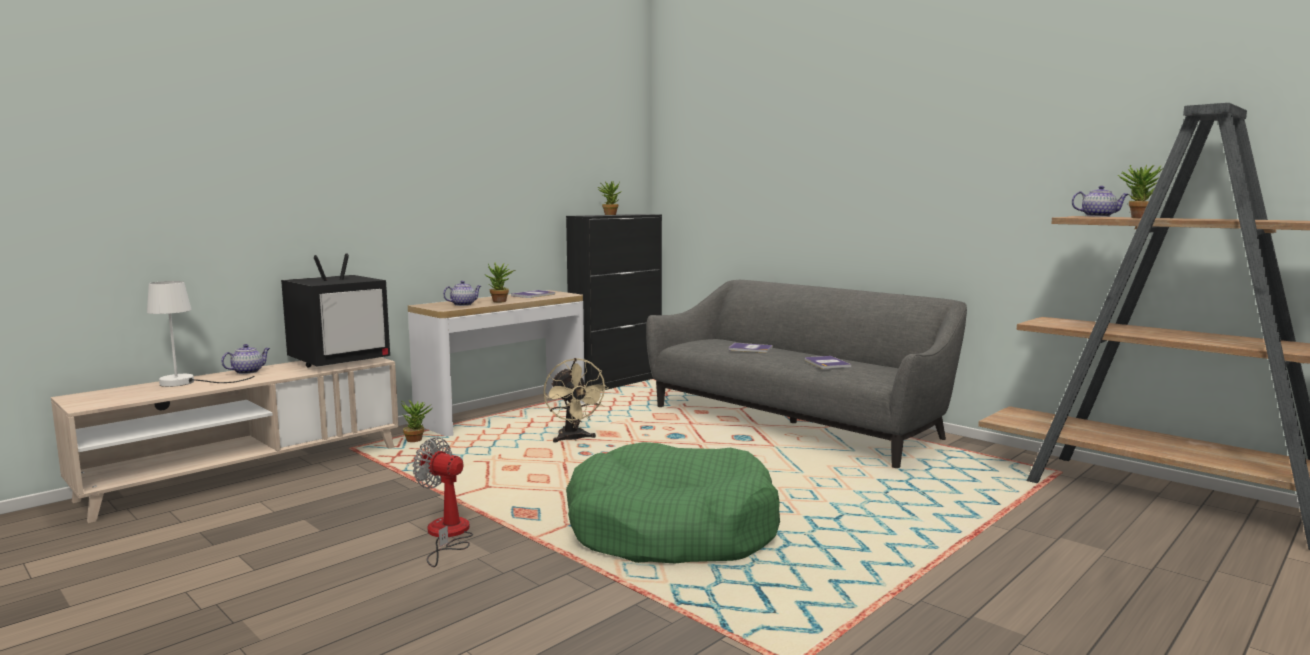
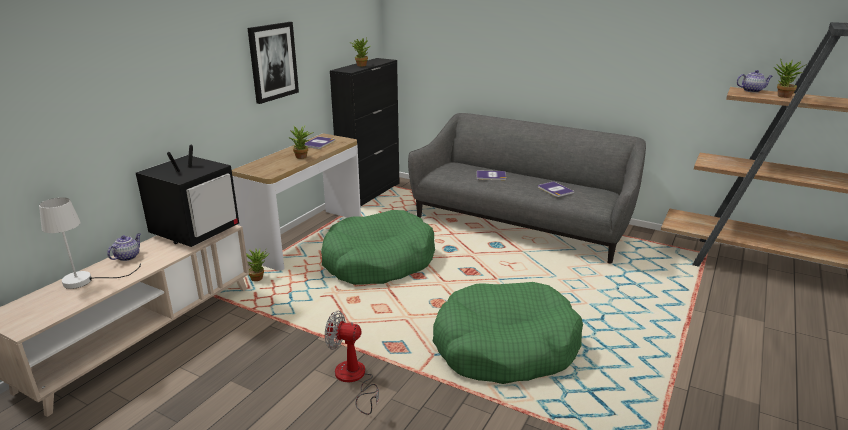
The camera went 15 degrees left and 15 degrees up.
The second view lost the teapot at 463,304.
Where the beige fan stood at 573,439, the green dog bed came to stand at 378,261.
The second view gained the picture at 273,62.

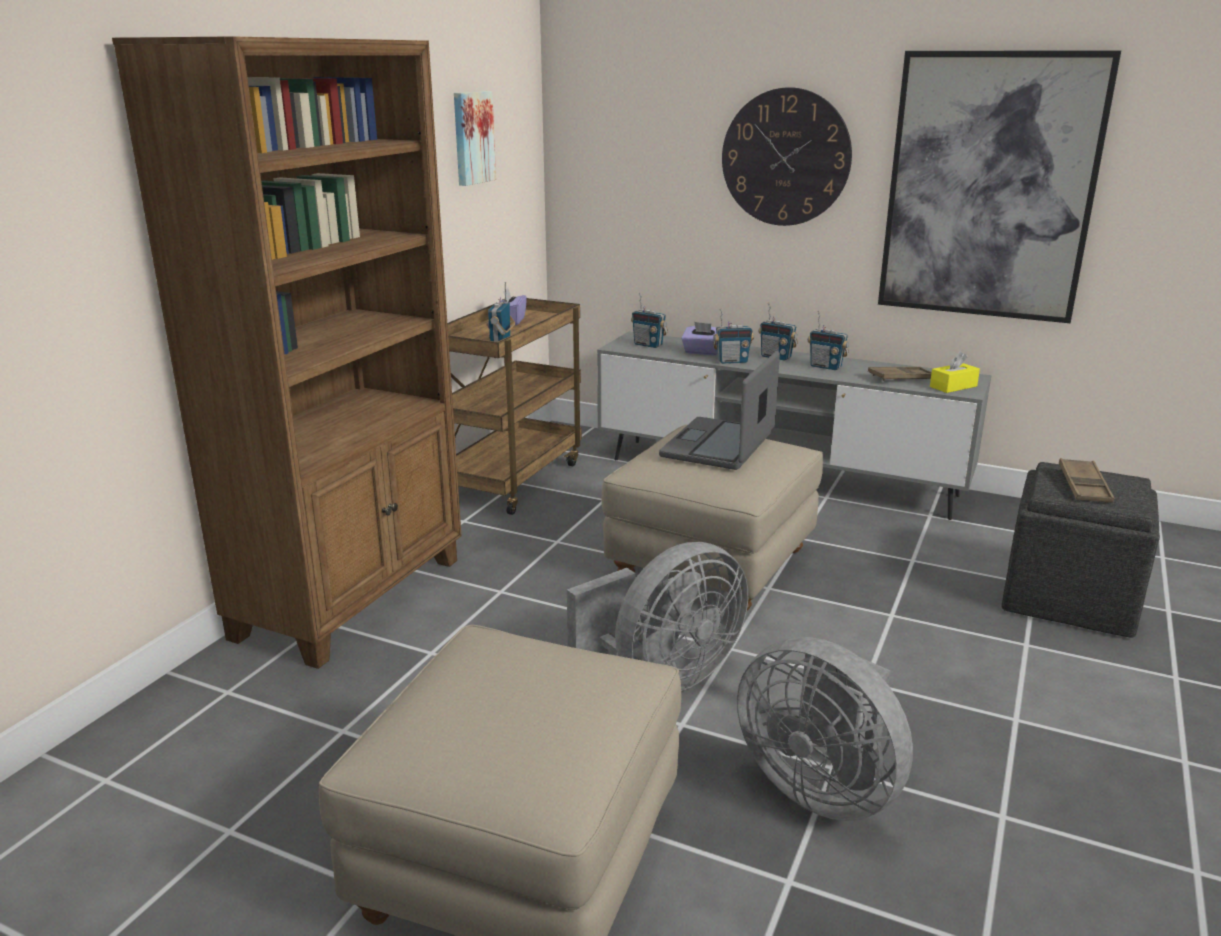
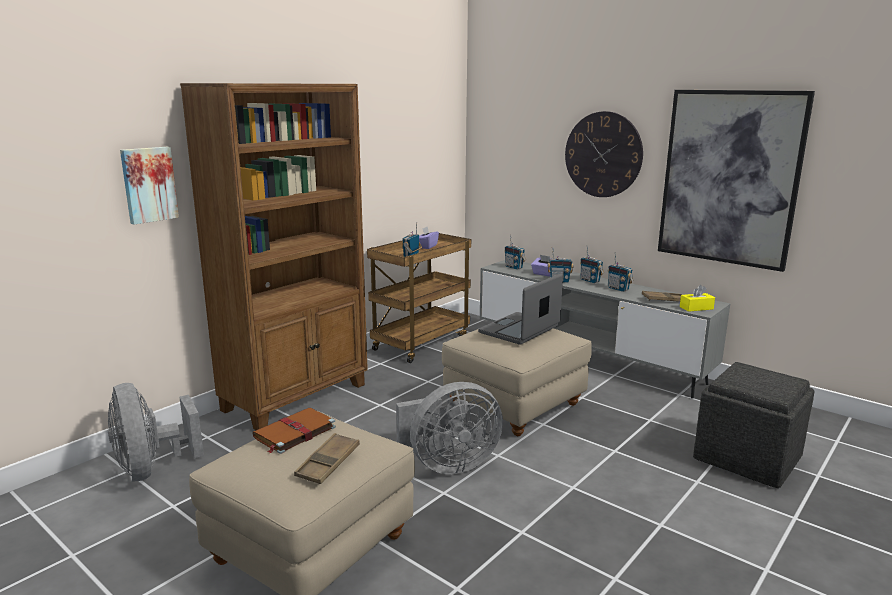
The camera went 15 degrees right and 5 degrees down.
The picture ended up elsewhere, having gone from 472,137 to 148,184.
The brown tray ended up elsewhere, having gone from 1084,486 to 328,463.
The grey fan ended up elsewhere, having gone from 820,787 to 151,469.
The second view gained the brown book at 294,433.

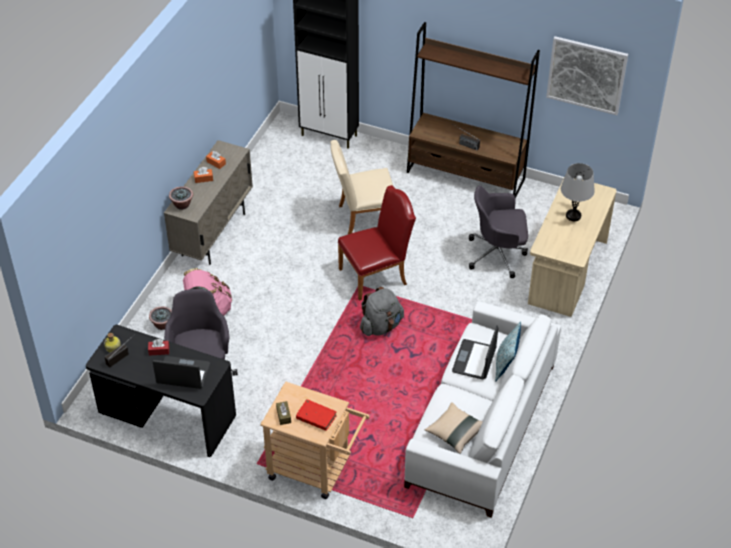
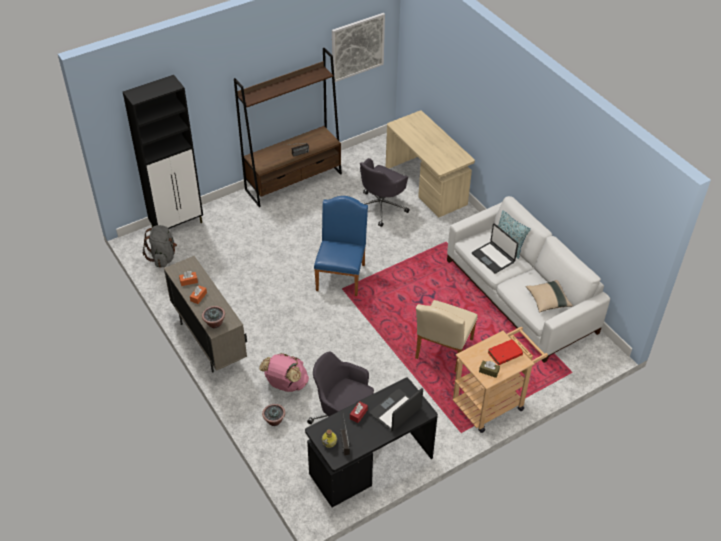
The camera went 55 degrees left and 0 degrees up.
The beige chair ended up elsewhere, having gone from 363,218 to 442,352.
The second view lost the grey table lamp at 573,216.
What was the red chair at 377,275 turned into the blue chair at 341,274.
The grey backpack ended up elsewhere, having gone from 381,326 to 163,257.

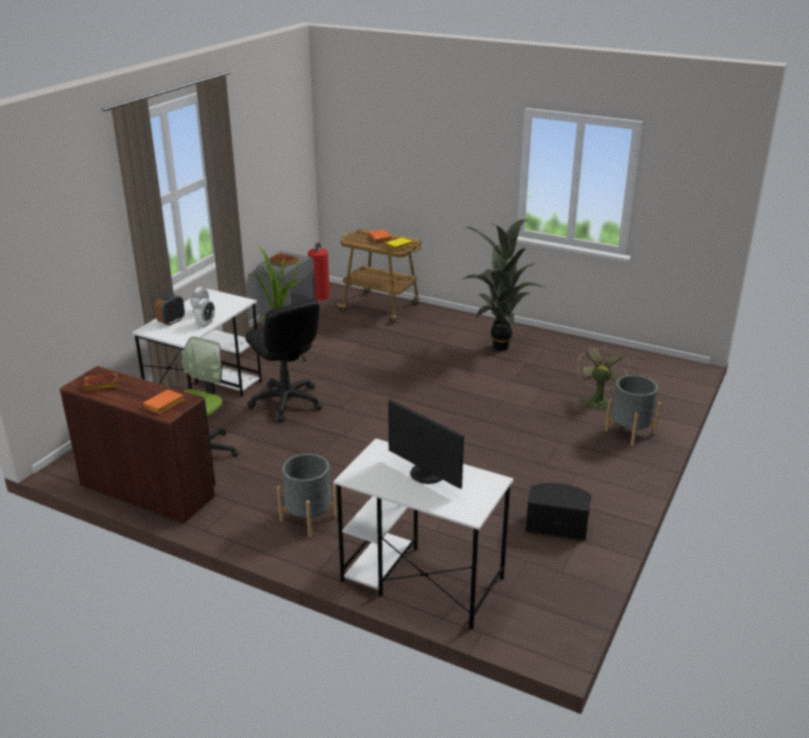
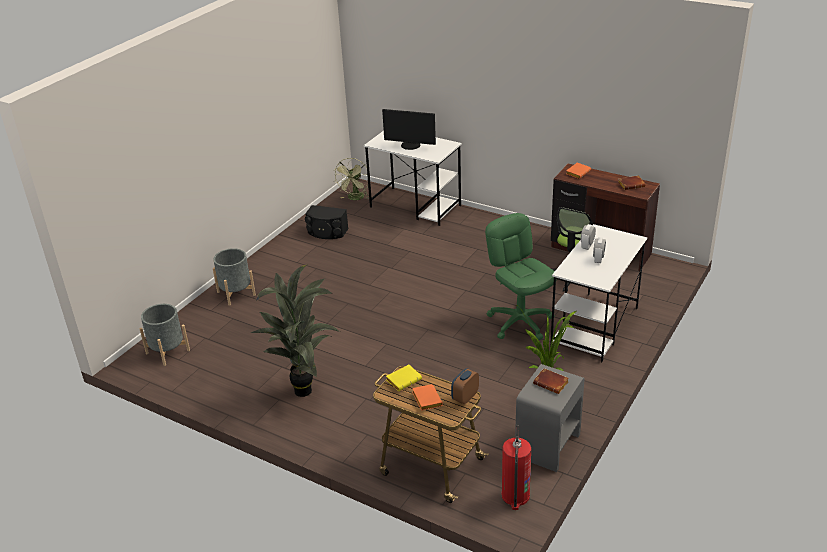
The camera went 175 degrees left and 5 degrees up.
The alarm clock ended up elsewhere, having gone from 171,321 to 465,397.
What was the black office chair at 286,402 turned into the green office chair at 520,322.
The green fan ended up elsewhere, having gone from 597,400 to 355,198.
The monitor at 426,474 ended up facing another way, 150 degrees clockwise from before.
The grey planter ended up elsewhere, having gone from 309,518 to 168,352.

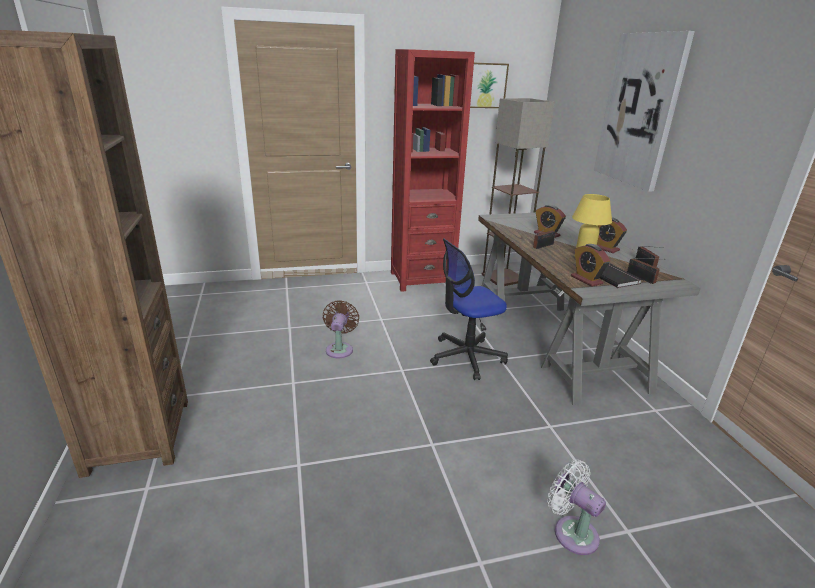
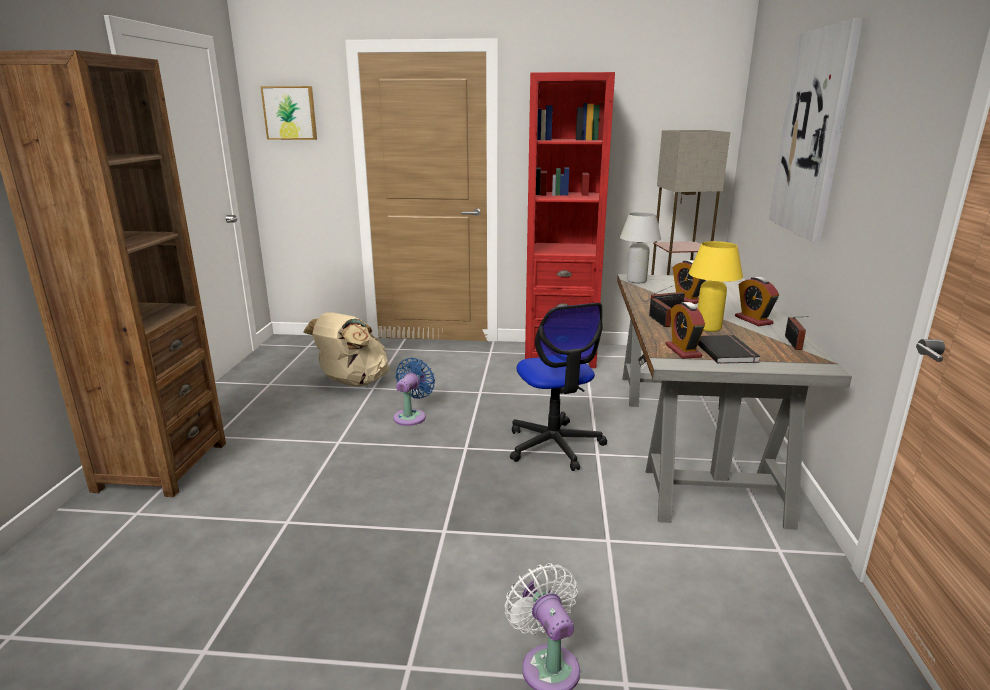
The camera went 20 degrees right and 5 degrees down.
The picture ended up elsewhere, having gone from 485,85 to 290,113.
The office chair at 466,357 ended up facing another way, 105 degrees counterclockwise from before.
The radio ended up elsewhere, having gone from 642,278 to 659,322.
What was the brown fan at 340,349 turned into the blue fan at 411,416.
The second view gained the white table lamp at 636,281.
The second view gained the beige backpack at 352,382.

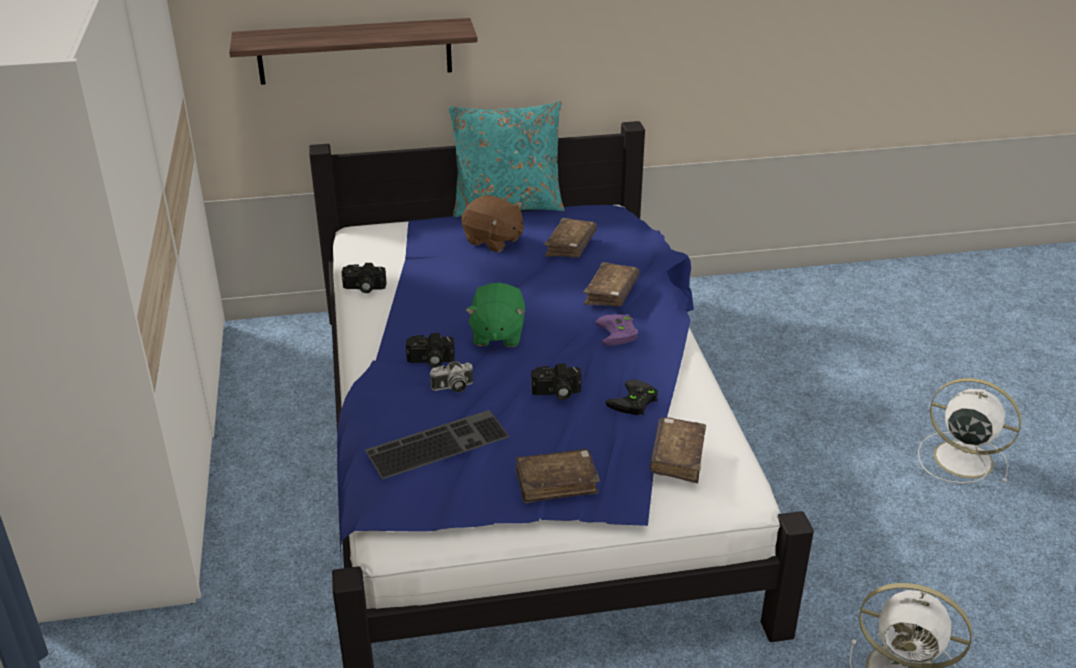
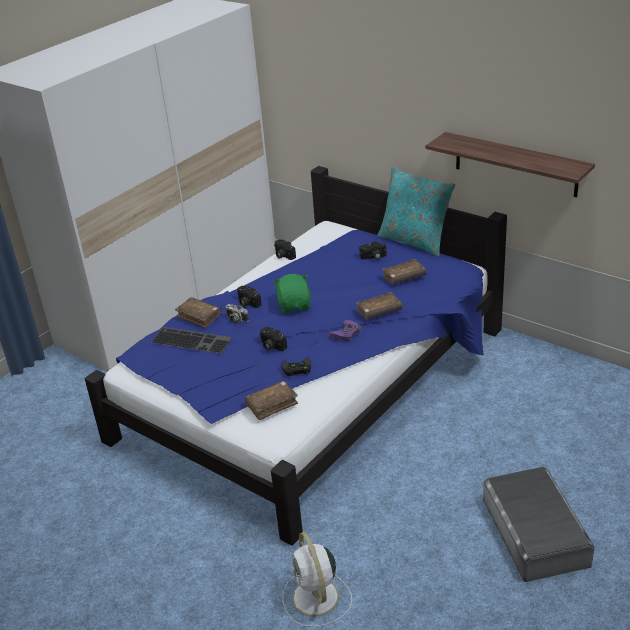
The camera went 50 degrees right and 0 degrees up.
The shelf ended up elsewhere, having gone from 355,51 to 515,164.
Where the brown plush toy stood at 493,240, the photo camera came to stand at 373,257.
The green plush toy at 497,335 ended up facing another way, 120 degrees clockwise from before.
Where the white fan stood at 960,458, the grey storage box came to stand at 534,531.
The brown book ended up elsewhere, having gone from 556,483 to 199,316.

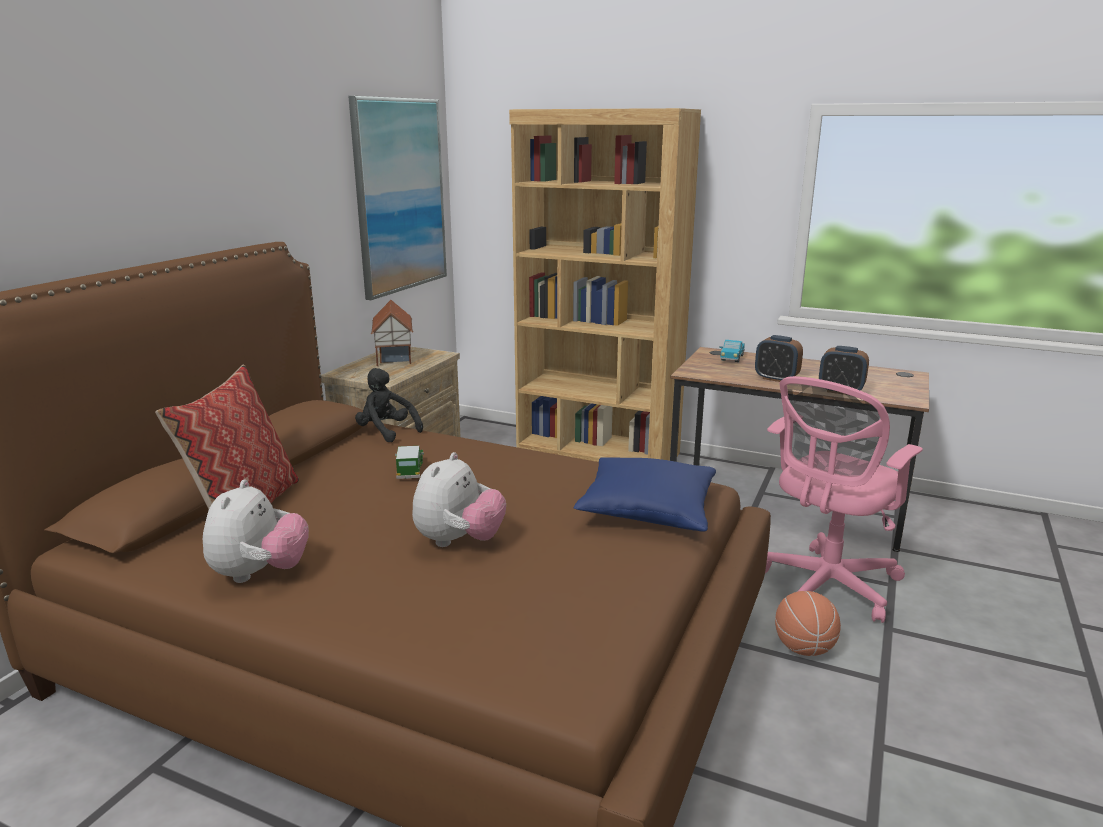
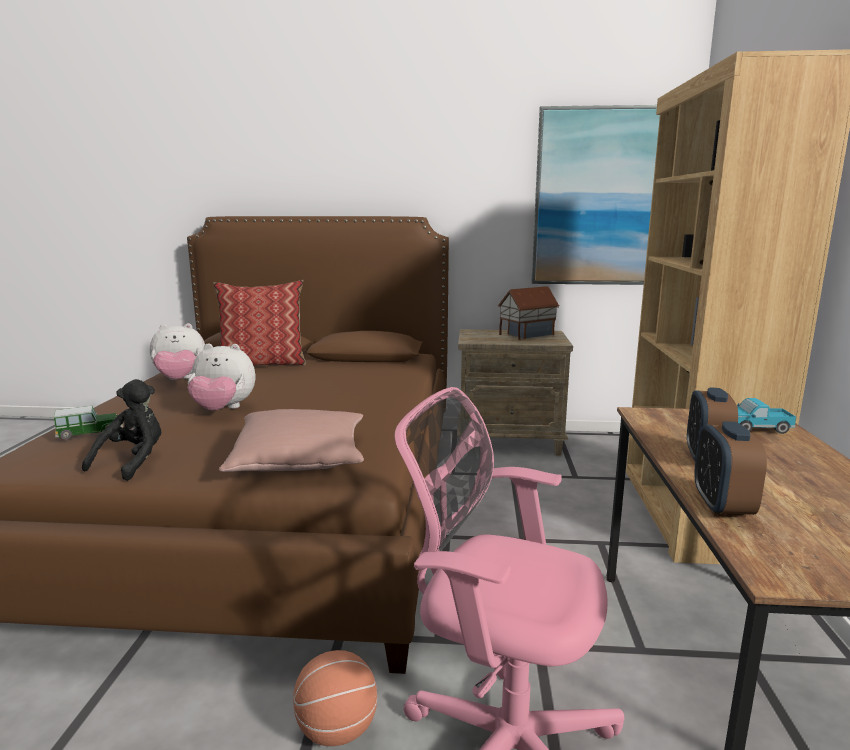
The camera went 70 degrees right and 5 degrees down.
The black plush toy ended up elsewhere, having gone from 386,432 to 133,462.
The toy car ended up elsewhere, having gone from 410,469 to 90,432.
What was the blue pillow at 647,510 turned into the pink pillow at 300,460.

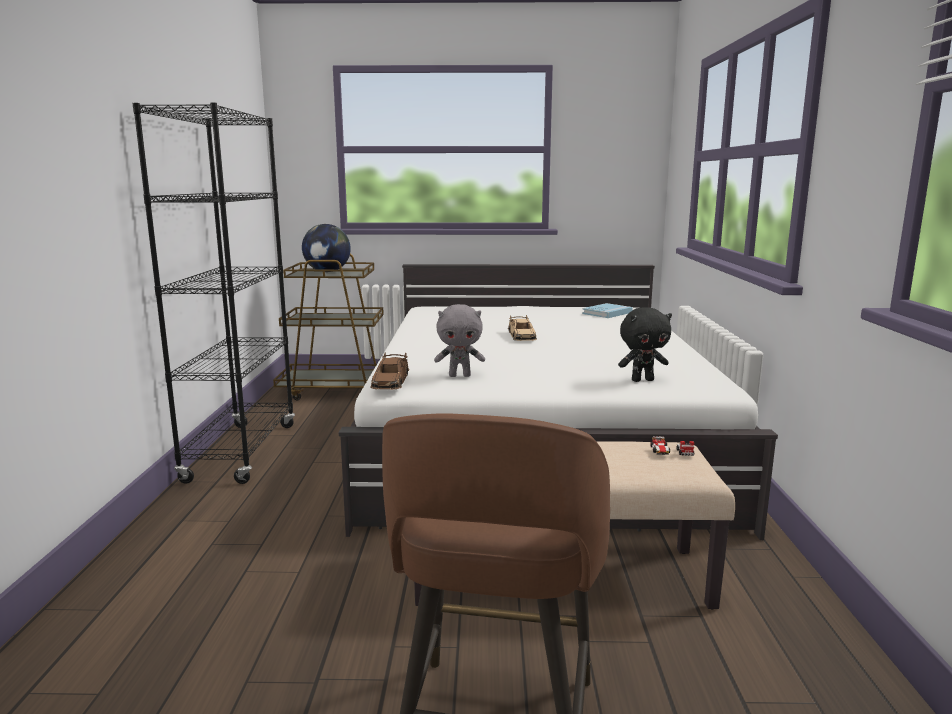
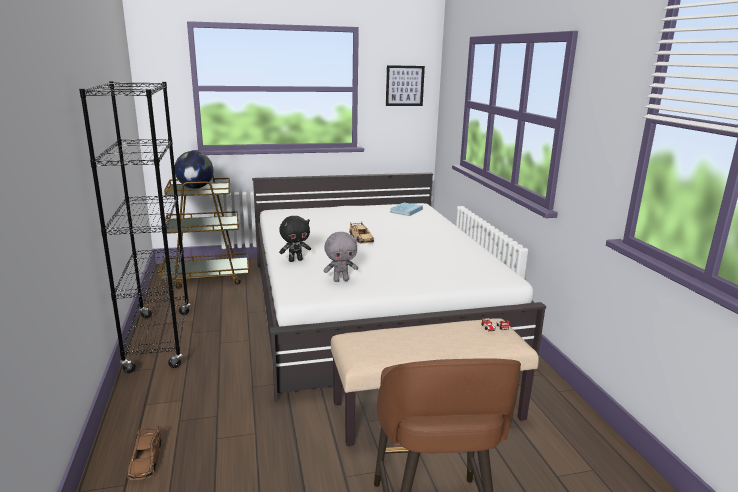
The camera went 15 degrees left and 5 degrees up.
The black plush toy ended up elsewhere, having gone from 642,380 to 295,260.
The brown toy car ended up elsewhere, having gone from 390,381 to 145,459.
The second view gained the picture at 404,85.

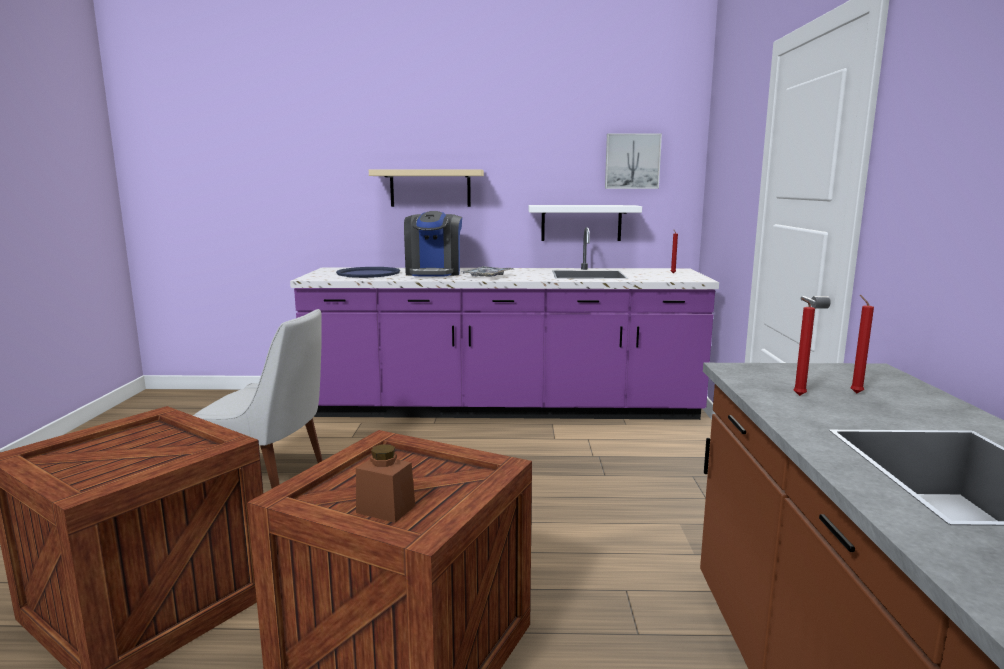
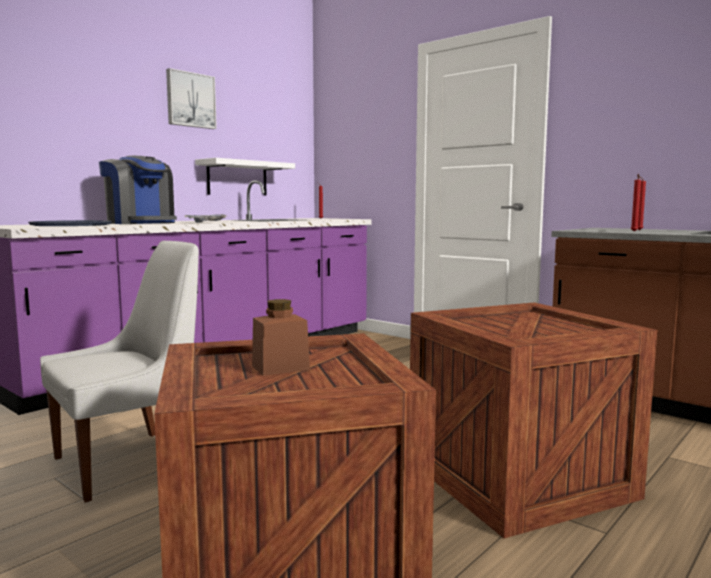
The camera went 50 degrees left and 5 degrees down.
The picture ended up elsewhere, having gone from 632,161 to 190,100.
The second view lost the beige shelf at 430,188.
The brown jar ended up elsewhere, having gone from 385,509 to 280,368.

